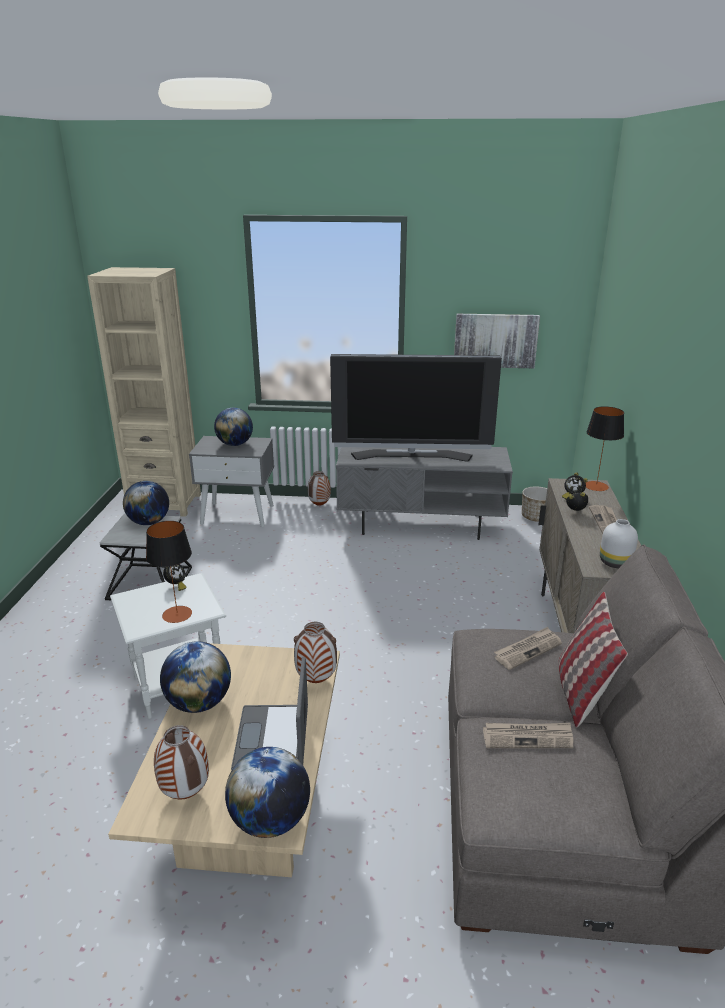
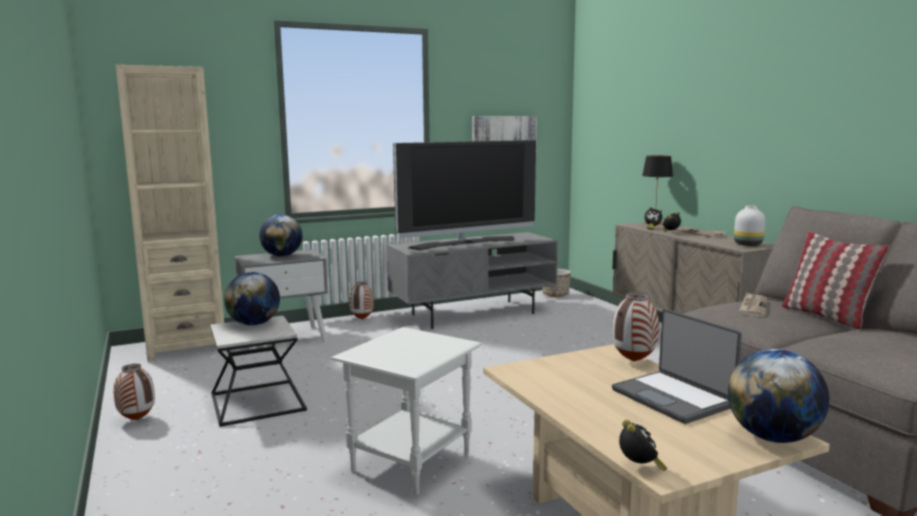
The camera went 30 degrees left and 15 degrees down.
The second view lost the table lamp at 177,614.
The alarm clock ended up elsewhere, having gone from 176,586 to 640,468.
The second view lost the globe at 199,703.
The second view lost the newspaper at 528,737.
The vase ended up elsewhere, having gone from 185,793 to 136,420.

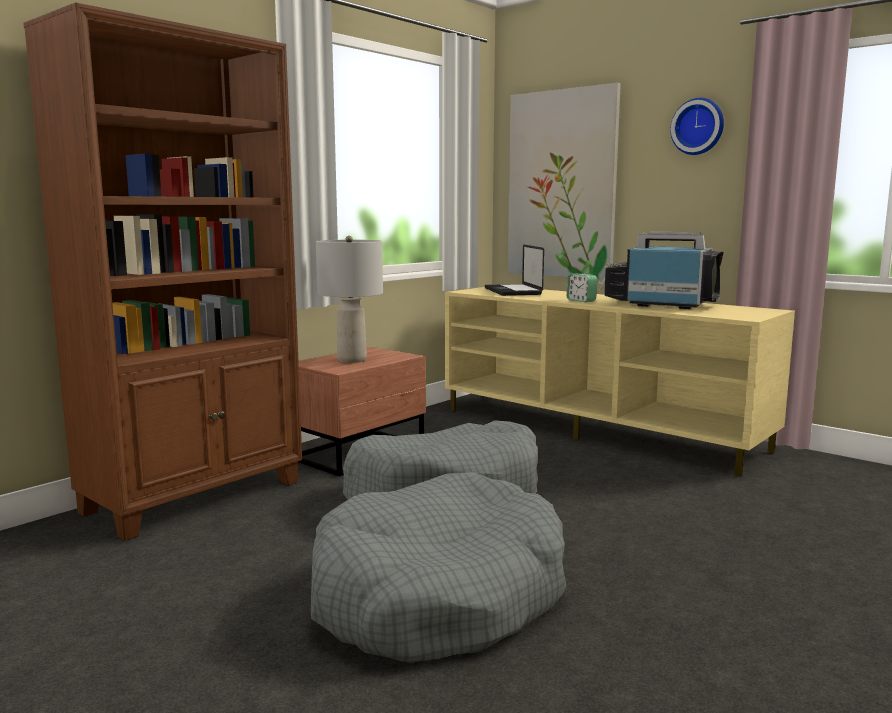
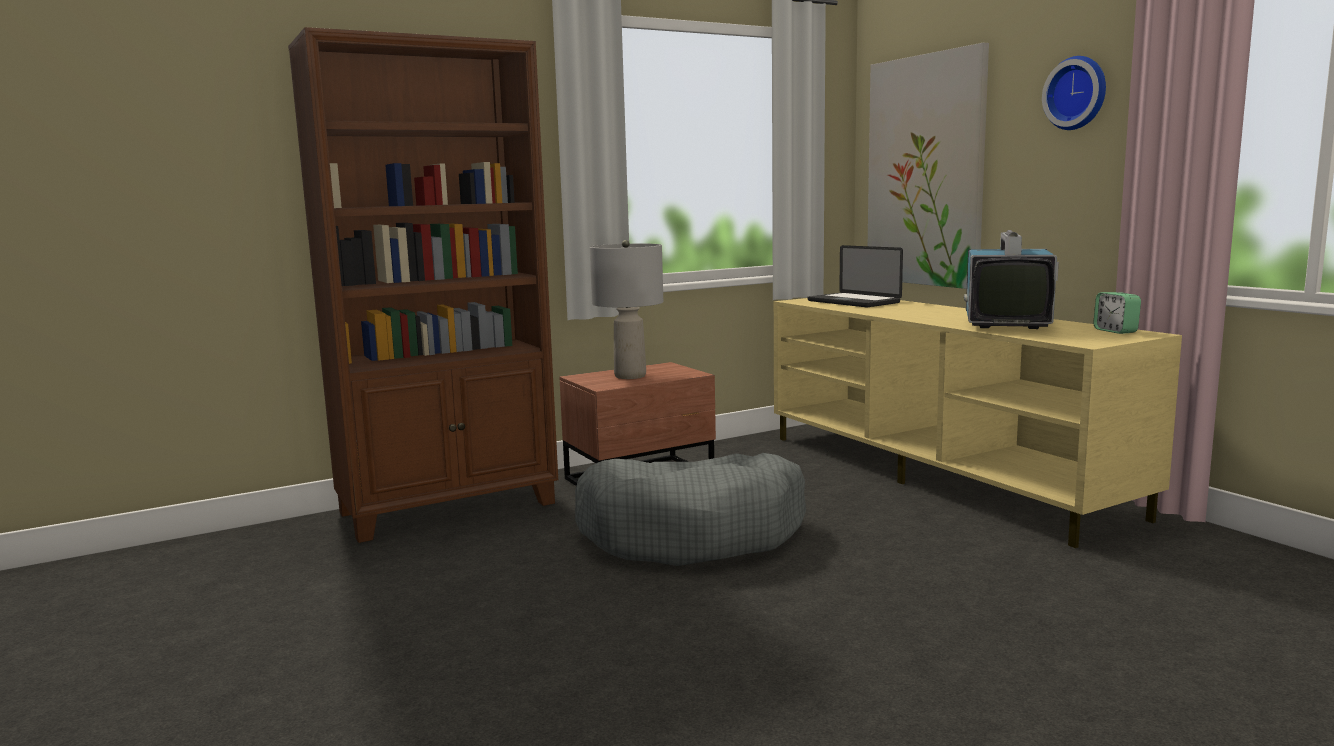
The camera went 20 degrees right and 0 degrees up.
The television at 660,304 ended up facing another way, 60 degrees clockwise from before.
The laptop at 513,291 ended up facing another way, 45 degrees counterclockwise from before.
The alarm clock ended up elsewhere, having gone from 581,301 to 1115,331.
The second view lost the grey dog bed at 438,596.

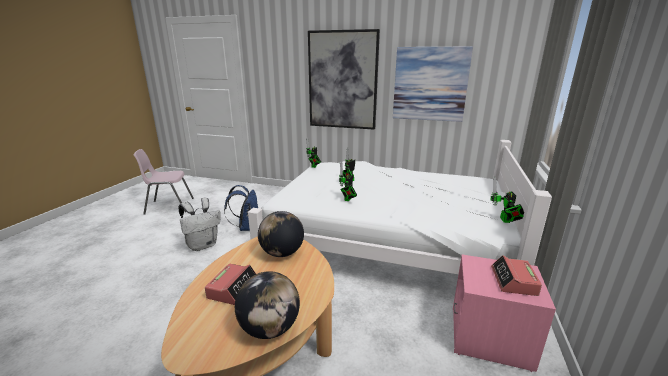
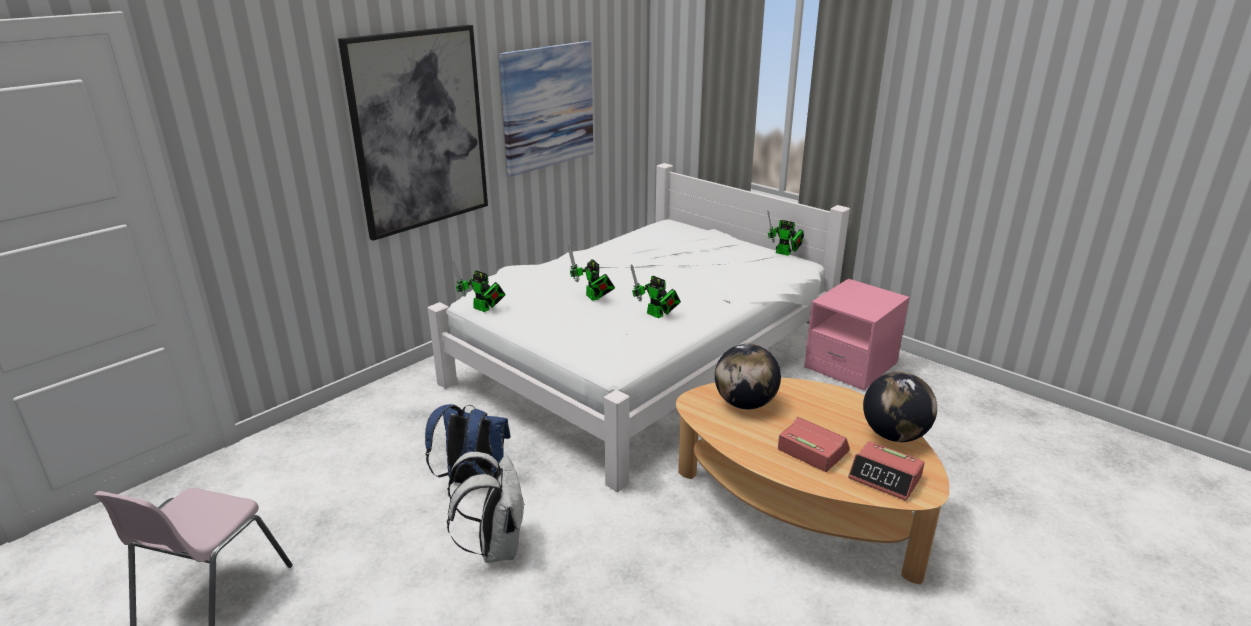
The camera went 65 degrees left and 5 degrees up.
The alarm clock ended up elsewhere, having gone from 513,281 to 885,478.

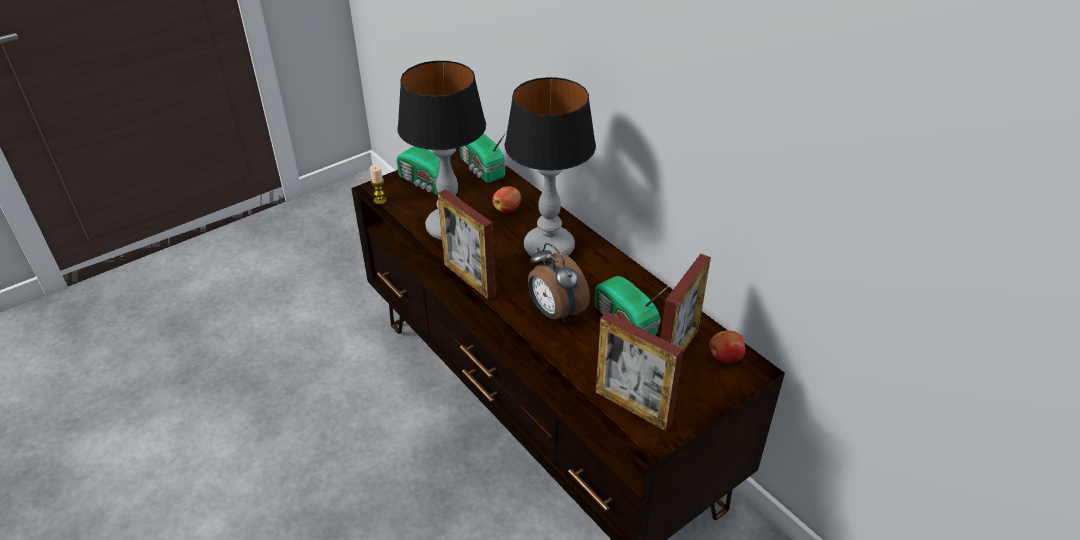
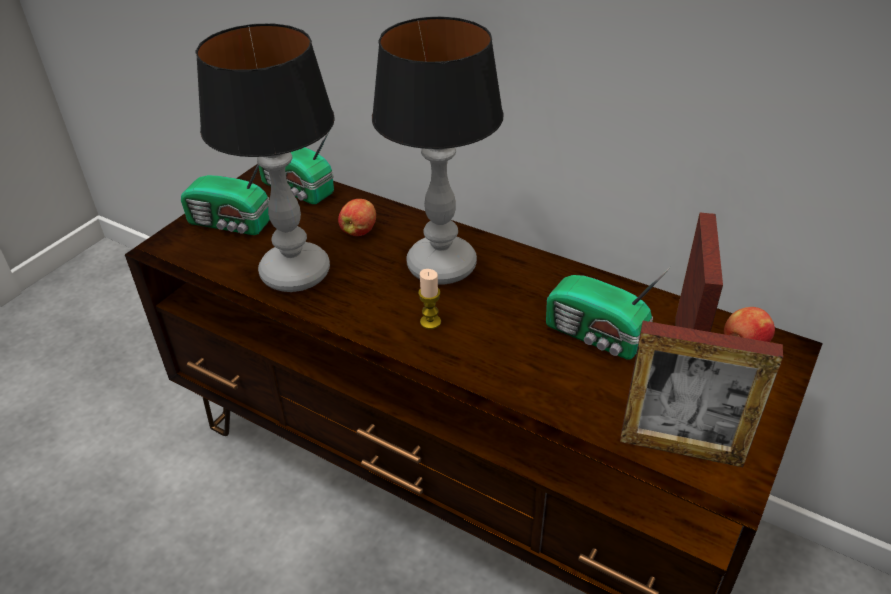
The camera went 20 degrees left and 0 degrees up.
The candle ended up elsewhere, having gone from 380,200 to 430,322.
The second view lost the picture frame at 469,279.
The second view lost the alarm clock at 555,312.

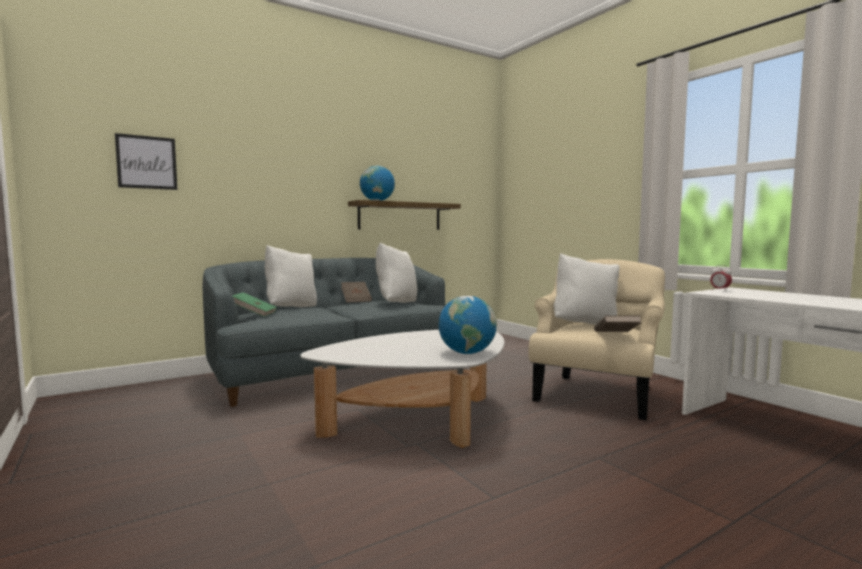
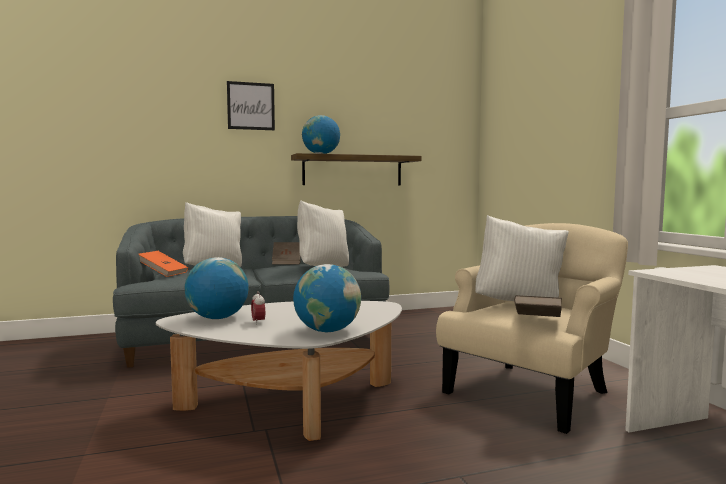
The camera went 15 degrees right and 0 degrees up.
The picture ended up elsewhere, having gone from 147,162 to 251,106.
The alarm clock ended up elsewhere, having gone from 720,290 to 258,322.
What was the green book at 254,314 turned into the orange book at 163,273.
The second view gained the globe at 217,318.

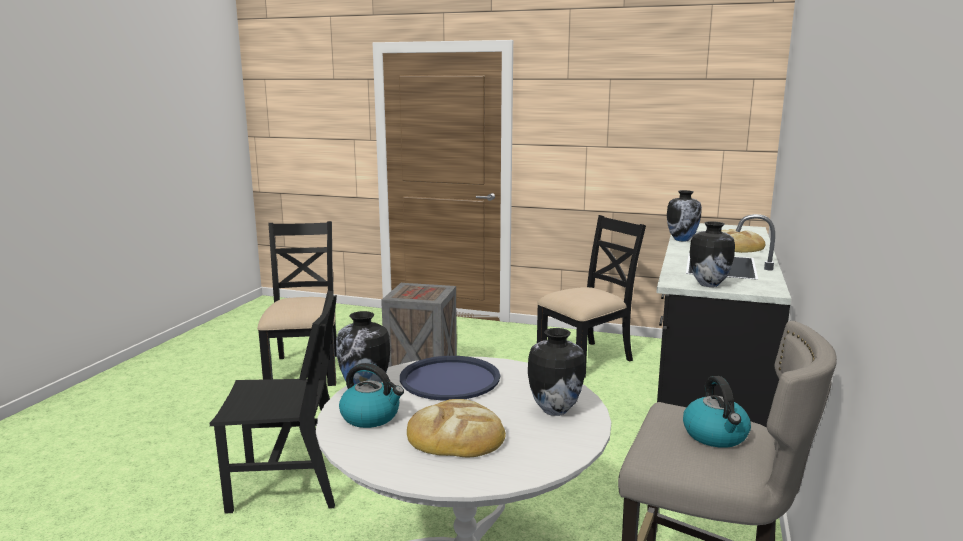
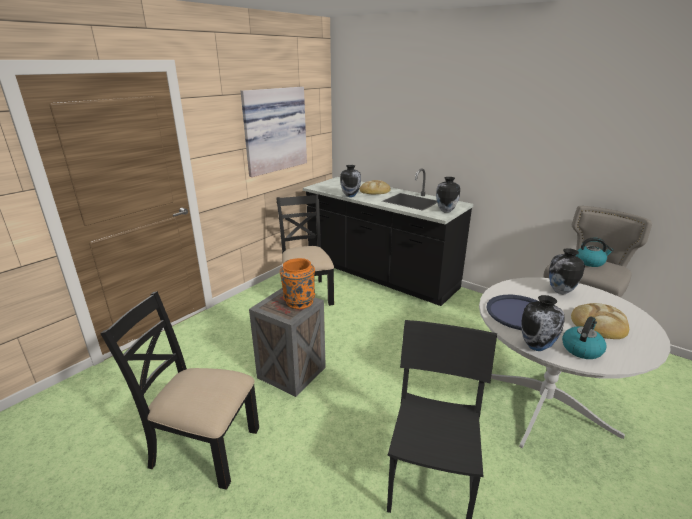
The camera went 70 degrees left and 10 degrees up.
The second view gained the picture at 273,130.
The second view gained the orange vase at 299,302.

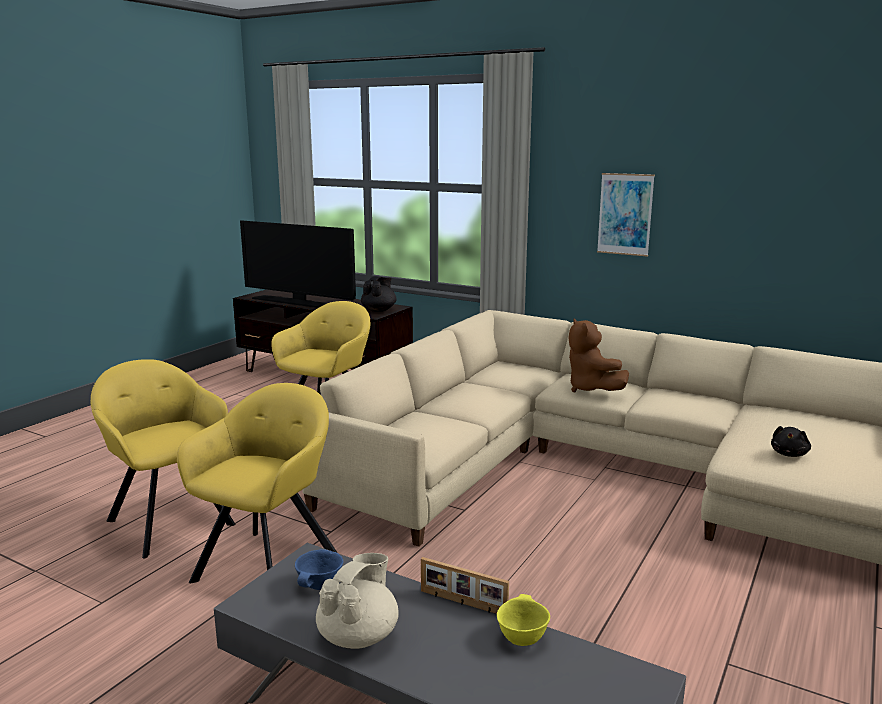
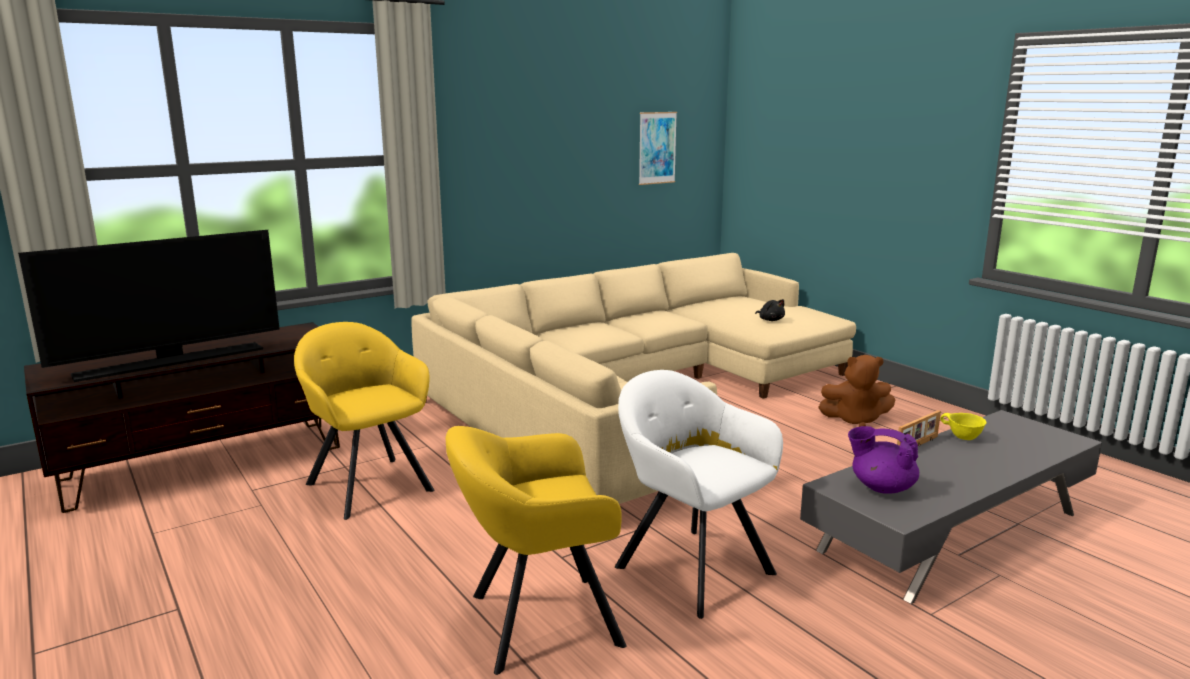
The camera went 65 degrees left and 0 degrees up.
The picture ended up elsewhere, having gone from 625,214 to 657,148.
The second view lost the black teapot at 379,310.
The brown plush toy ended up elsewhere, having gone from 591,389 to 855,420.
What was the yellow armchair at 270,563 turned into the white armchair at 690,565.
Where the blue bowl stood at 320,586, the purple teapot came to stand at 881,487.
The second view lost the beige teapot at 359,636.

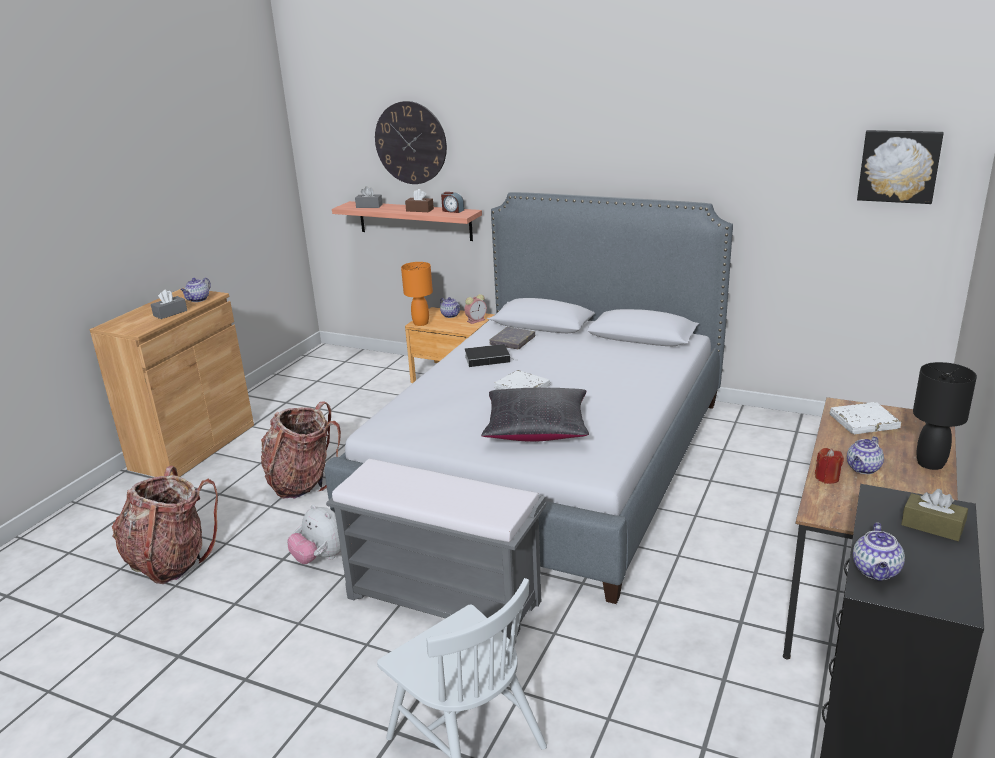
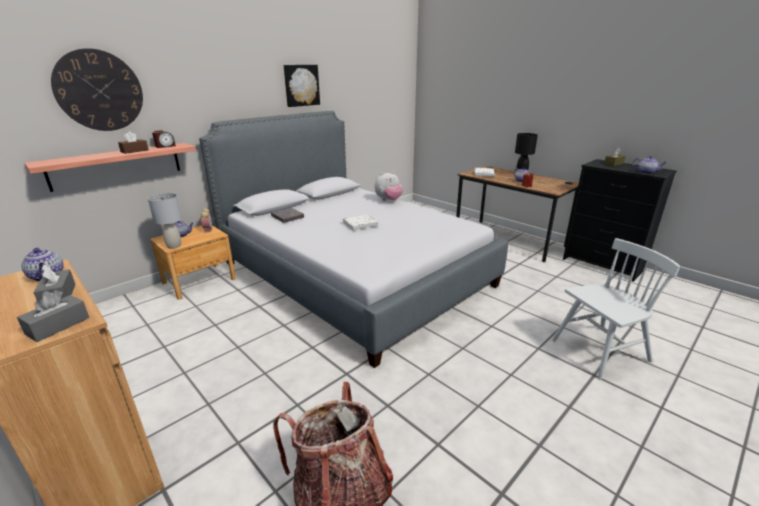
The camera went 70 degrees left and 0 degrees up.
The picture ended up elsewhere, having gone from 899,166 to 301,85.
The grey tissue box ended up elsewhere, having gone from 369,206 to 58,326.
What was the orange table lamp at 421,323 turned into the grey table lamp at 174,246.
The second view lost the book at 488,358.
The second view lost the black pillow at 536,428.
The second view lost the backpack at 303,482.
The second view lost the grey bench at 445,599.
The plush toy ended up elsewhere, having gone from 321,558 to 388,200.

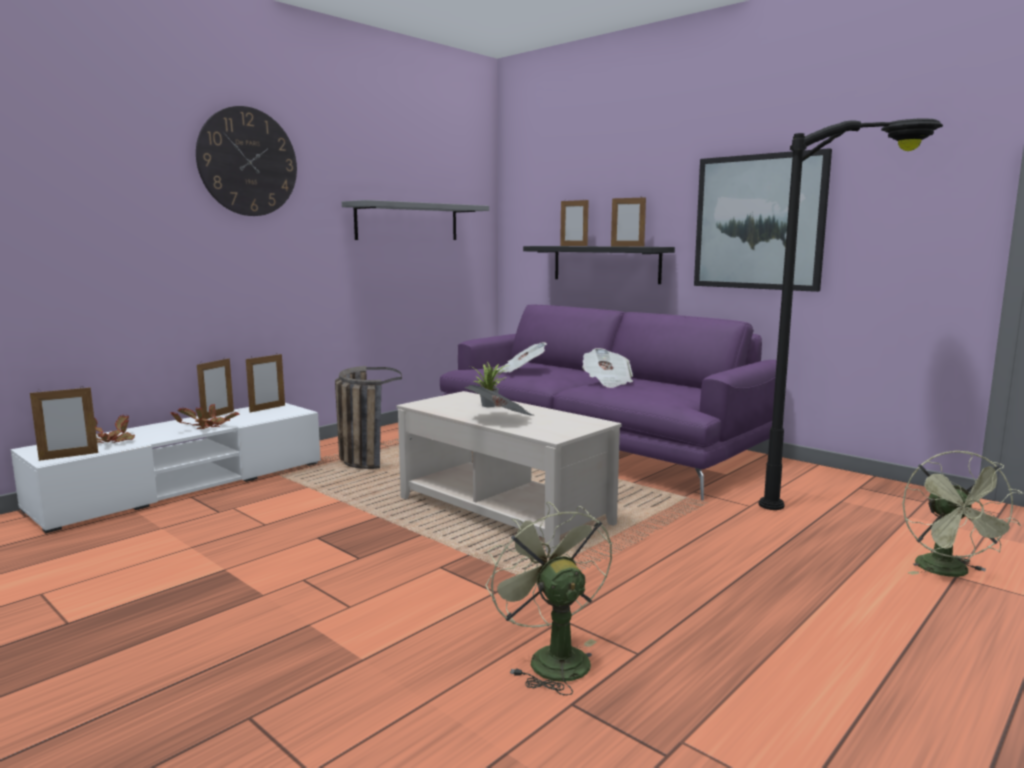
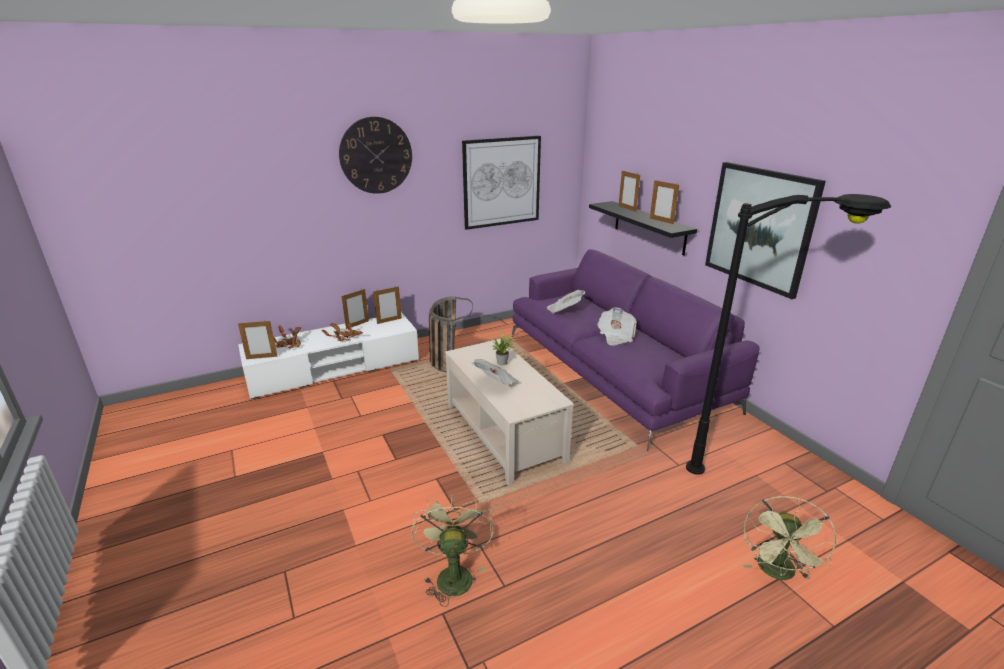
The camera went 20 degrees right and 15 degrees up.
Where the grey shelf hung at 407,222, the picture came to hang at 501,182.

